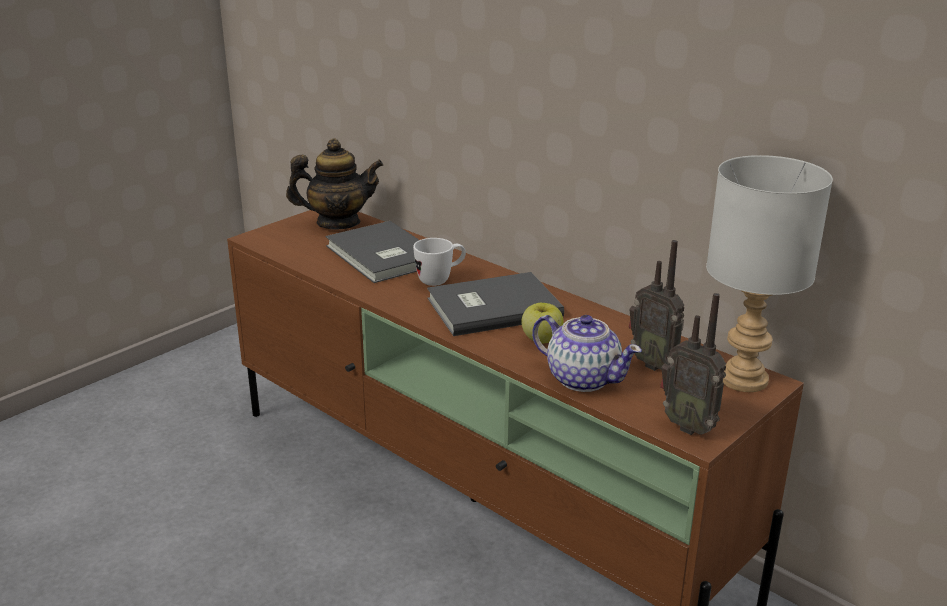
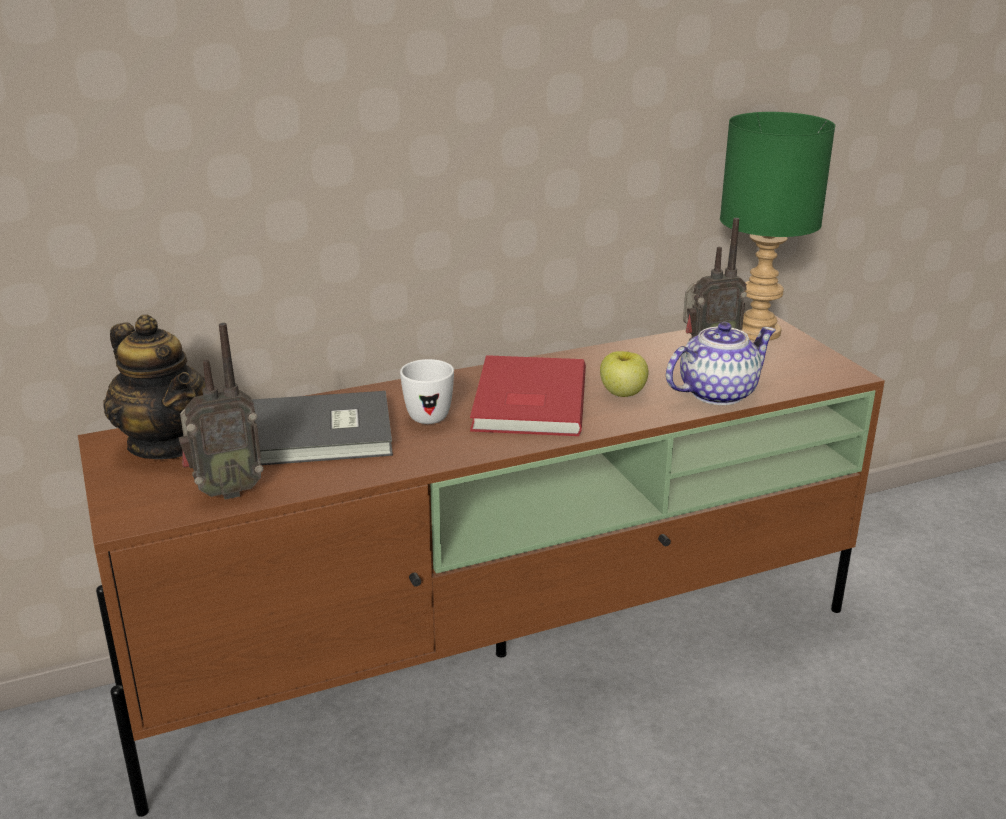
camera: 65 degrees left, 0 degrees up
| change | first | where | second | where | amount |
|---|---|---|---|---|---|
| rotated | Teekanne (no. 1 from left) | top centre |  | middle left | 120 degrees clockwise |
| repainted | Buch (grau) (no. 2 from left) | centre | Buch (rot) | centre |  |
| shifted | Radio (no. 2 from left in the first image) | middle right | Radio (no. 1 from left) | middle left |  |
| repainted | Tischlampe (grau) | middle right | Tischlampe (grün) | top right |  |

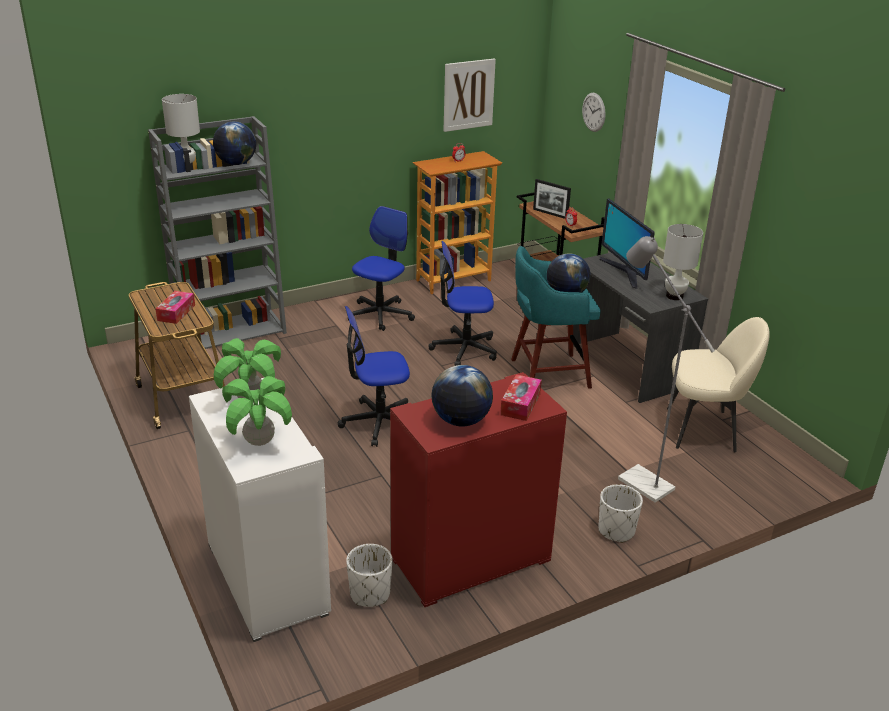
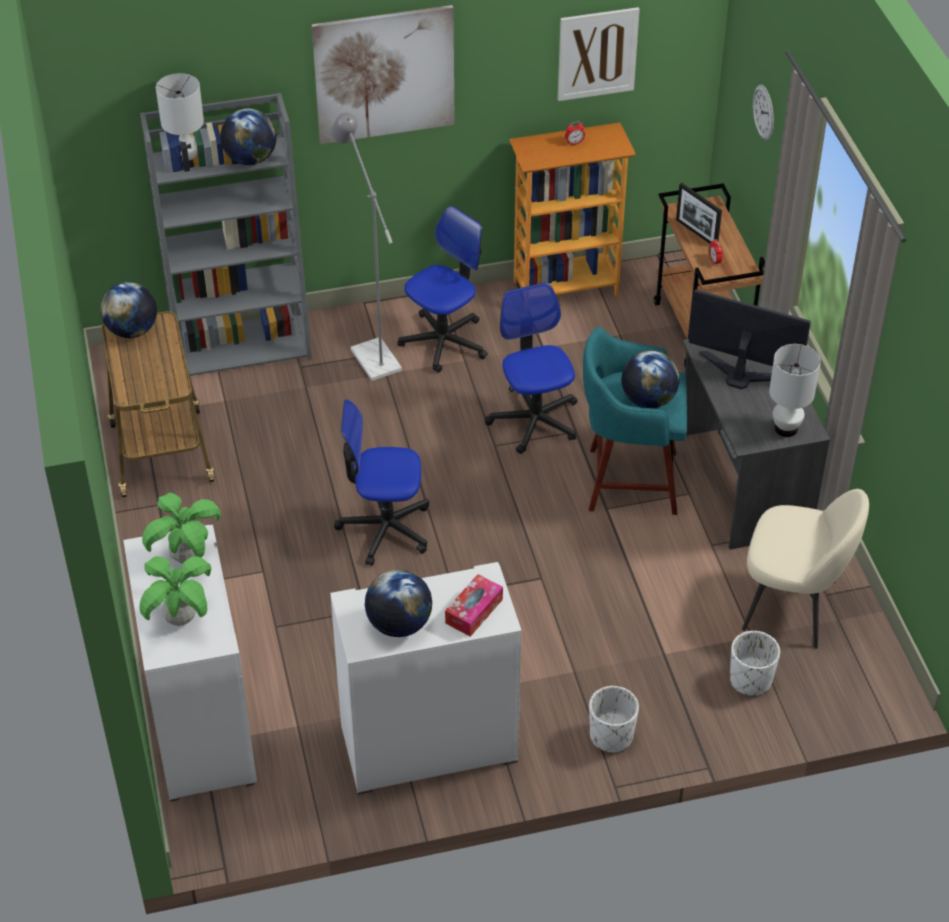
camera: 15 degrees right, 15 degrees up
| change | first | where | second | where | amount |
|---|---|---|---|---|---|
| gone | Taschentuchbox (no. 1 from left) | middle left |  |  |  |
| shifted | Pflanzkübel (weiß) (no. 1 from left in the first image) | bottom centre | Pflanzkübel (weiß) (no. 2 from left) | bottom right |  |
| repainted | Schrank (rot) | bottom centre | Schrank (weiß) (no. 2 from left) | bottom centre |  |
| rotated | Bürostuhl (no. 3 from left) | centre |  | centre | 60 degrees clockwise |
| rotated | Monitor | middle right |  | middle right | 120 degrees clockwise |
| shifted | Stehlampe (grau) | middle right |  | top centre |  |
| new |  |  | Globus (no. 1 from left) | middle left |  |
| new |  |  | Bild (no. 1 from left) | top centre |  |

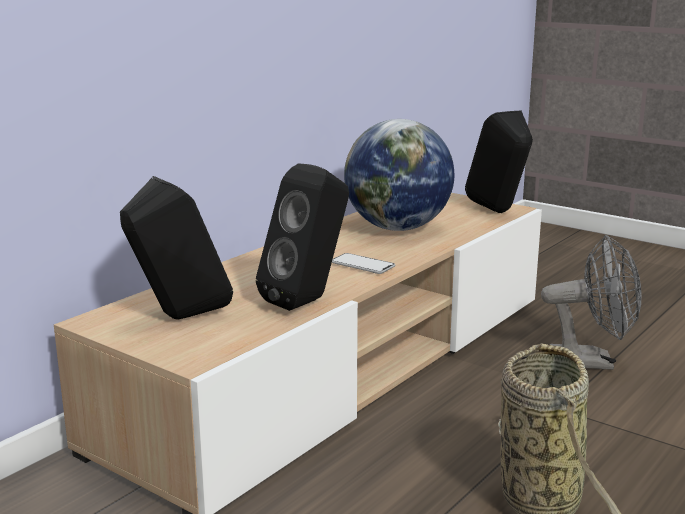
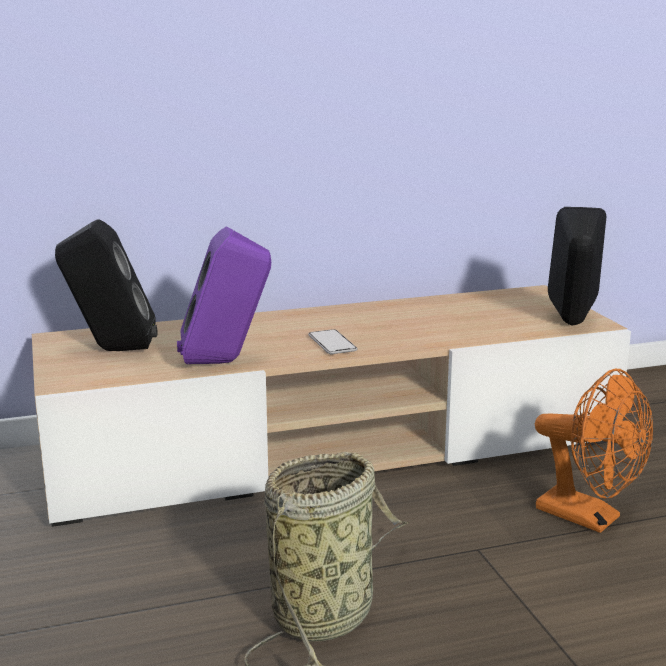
camera: 35 degrees right, 0 degrees up
| change | first | where | second | where | amount |
|---|---|---|---|---|---|
| repainted | Lautsprecher (schwarz) (no. 2 from left) | centre | Lautsprecher (lila) | centre |  |
| gone | Globus | centre |  |  |  |
| repainted | Ventilator (grau) | middle right | Ventilator (orange) | bottom right |  |

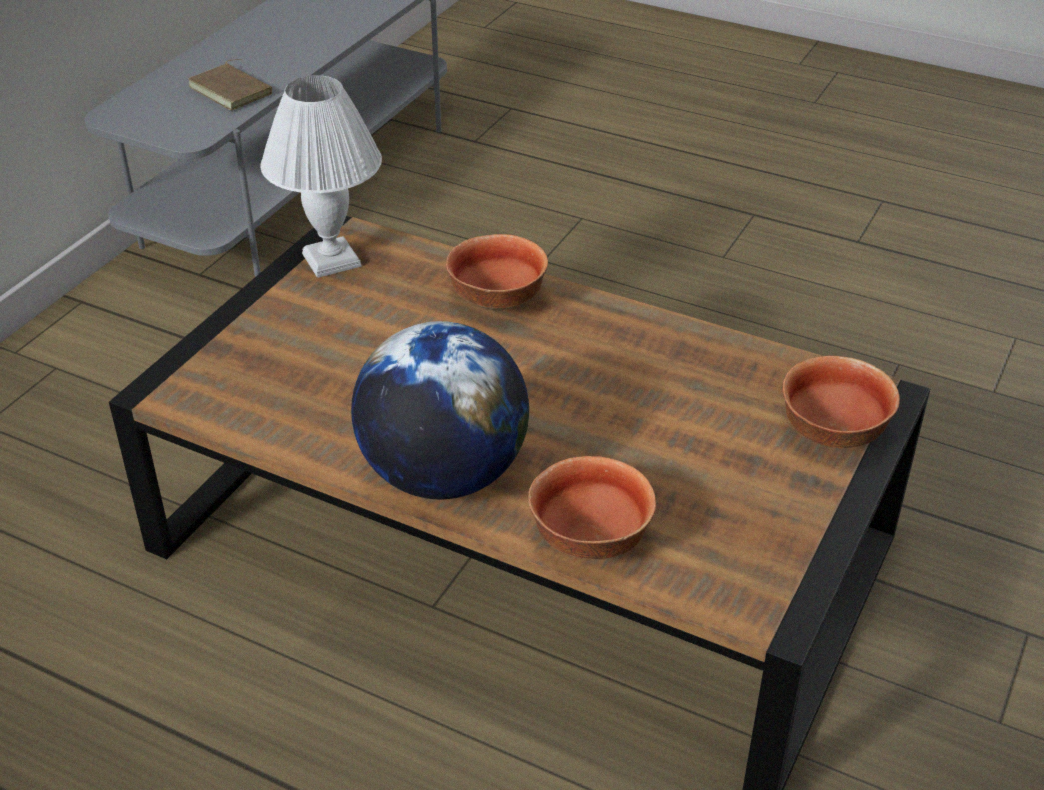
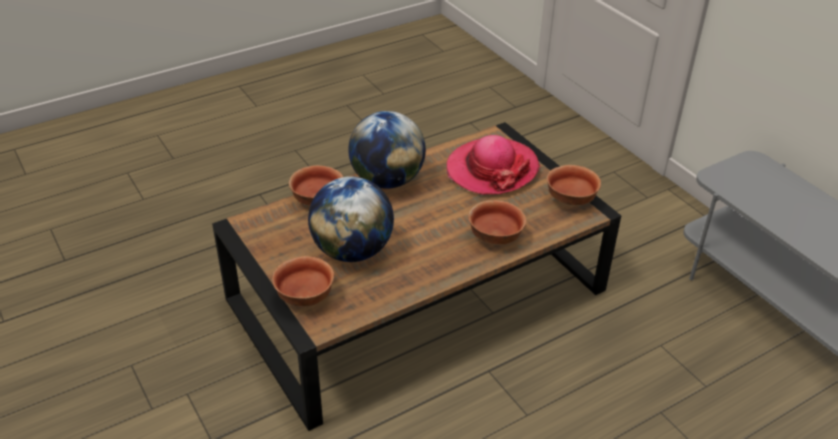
camera: 120 degrees right, 0 degrees up
| change | first | where | second | where | amount |
|---|---|---|---|---|---|
| gone | Buch (braun) | top left |  |  |  |
| swapped | Tischlampe (weiß) | top left | Schüssel (no. 4 from left) | middle right |  |
| new |  |  | Globus (no. 1 from left) | centre |  |
| new |  |  | Hut | centre |  |

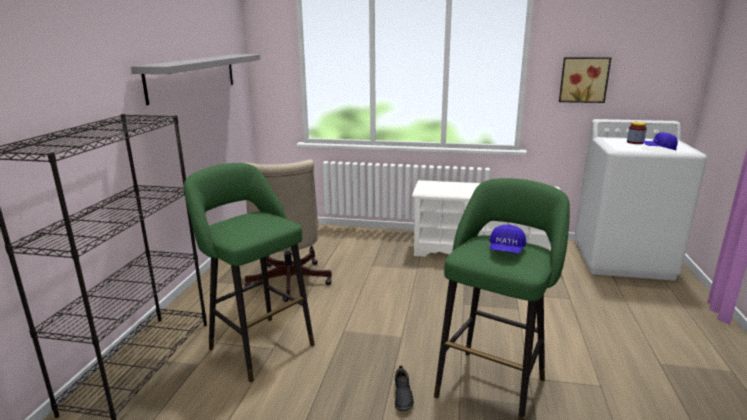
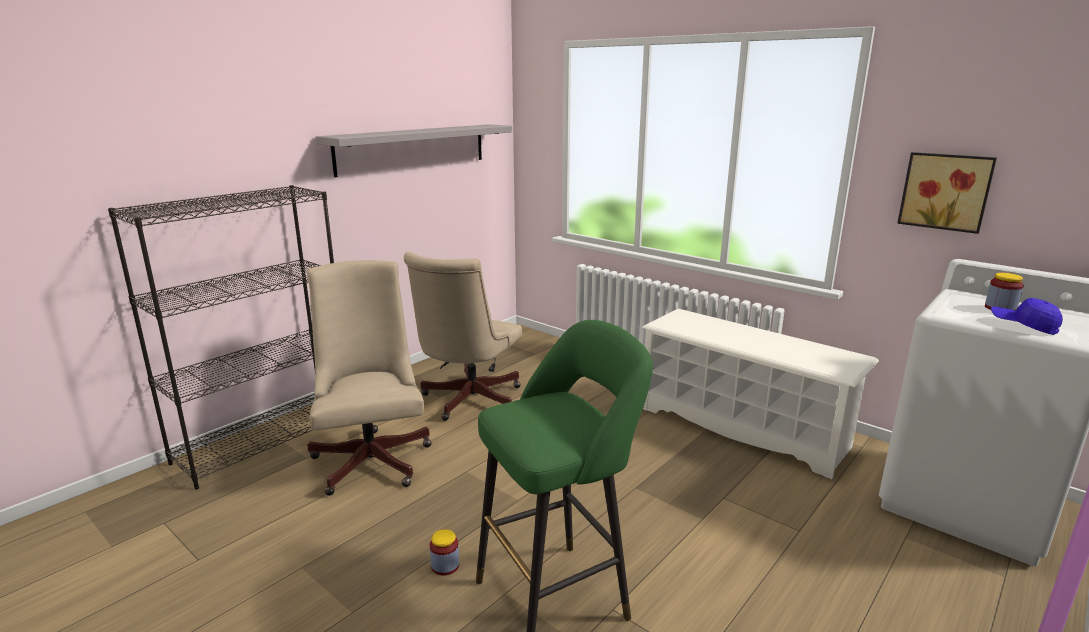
camera: 30 degrees right, 0 degrees up
| change | first | where | second | where | amount |
|---|---|---|---|---|---|
| swapped | Hocker (grün) (no. 1 from left) | centre | Bürostuhl (beige) (no. 1 from left) | centre |  |
| swapped | Schuh (schwarz) | bottom centre | Vorratsglas (no. 1 from left) | bottom centre |  |
| gone | Kappe (blau) (no. 1 from left) | middle right |  |  |  |

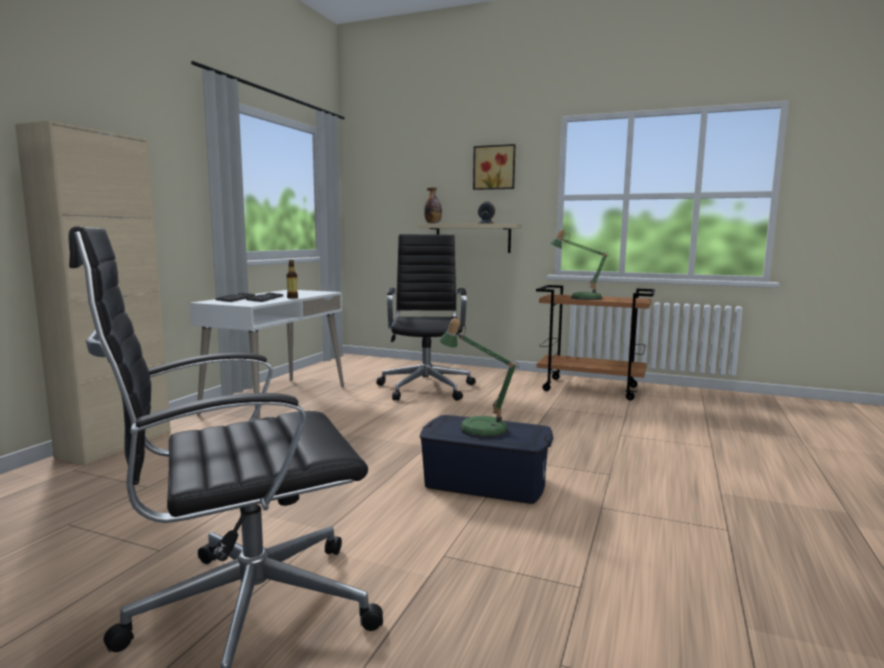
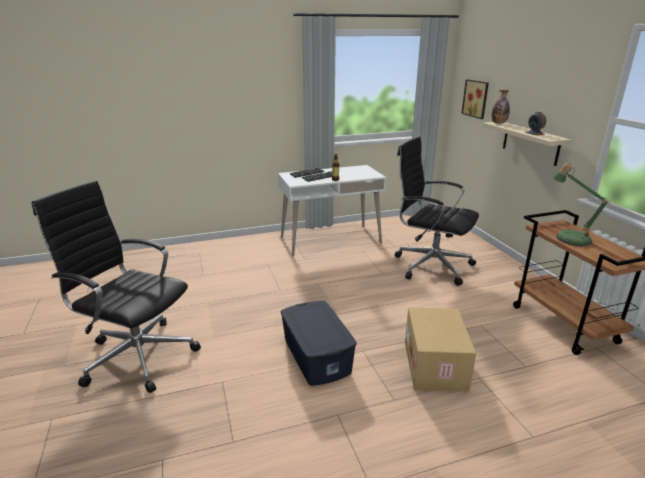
camera: 50 degrees right, 15 degrees up
| change | first | where | second | where | amount |
|---|---|---|---|---|---|
| gone | Schrank (beige) | middle left |  |  |  |
| rotated | Bürostuhl (schwarz) (no. 2 from left) | centre |  | middle right | 105 degrees counterclockwise |
| gone | Tischlampe (no. 1 from left) | centre |  |  |  |
| shifted | Bild | top centre |  | top right |  |
| new |  |  | Karton | bottom right |  |

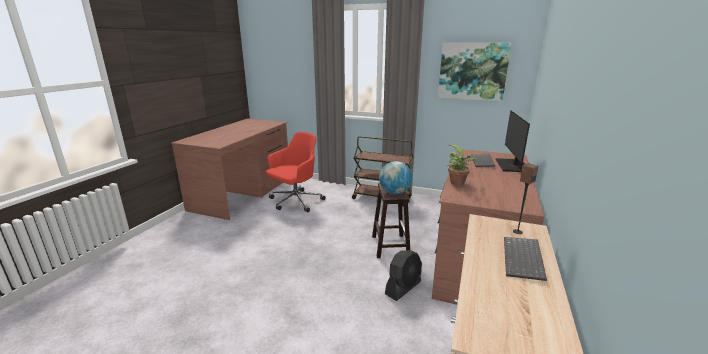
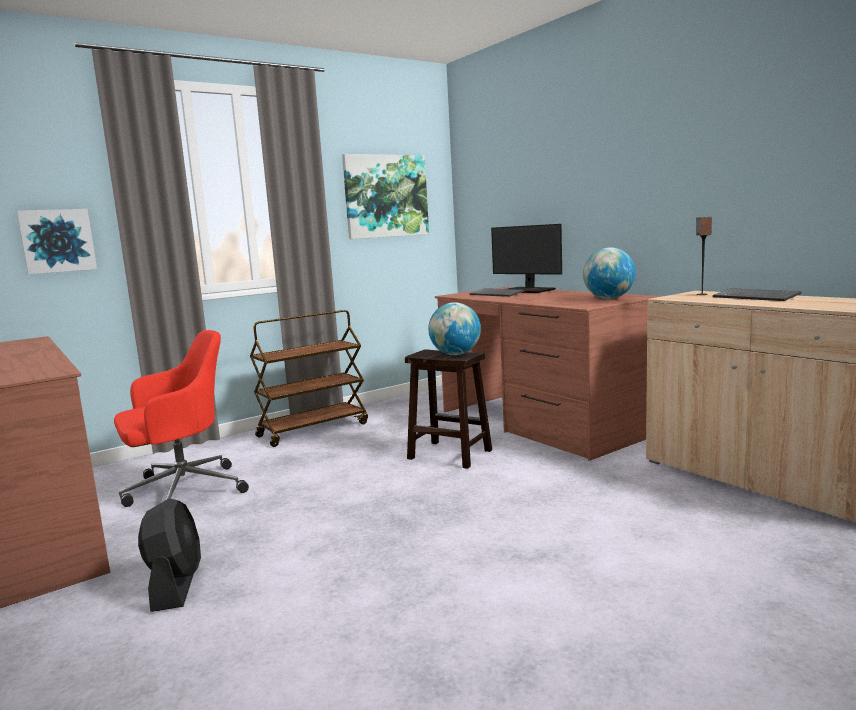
camera: 55 degrees left, 10 degrees down
| change | first | where | second | where | amount |
|---|---|---|---|---|---|
| rotated | Bürostuhl (rot) | centre |  | middle left | 75 degrees clockwise |
| shifted | Ventilator (schwarz) | bottom centre |  | bottom left |  |
| gone | Topfpflanze | centre |  |  |  |
| new |  |  | Bild (no. 1 from left) | middle left |  |
| new |  |  | Globus (no. 2 from left) | middle right |  |

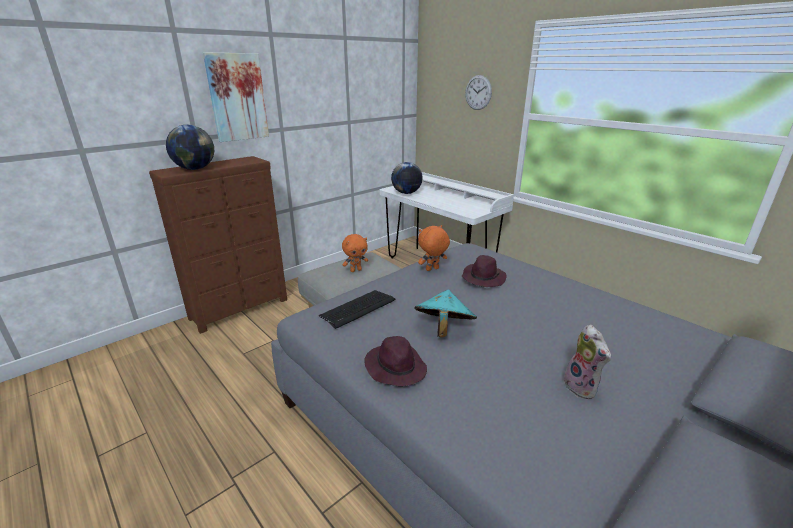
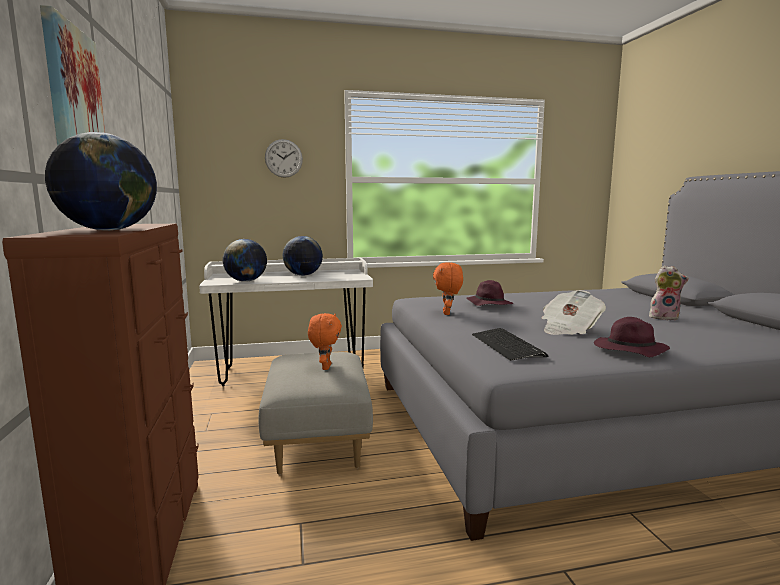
camera: 60 degrees left, 15 degrees down
| change | first | where | second | where | amount |
|---|---|---|---|---|---|
| swapped | Hut (türkis) | centre | Zeitung | middle right |  |
| new |  |  | Globus (no. 3 from left) | centre |  |

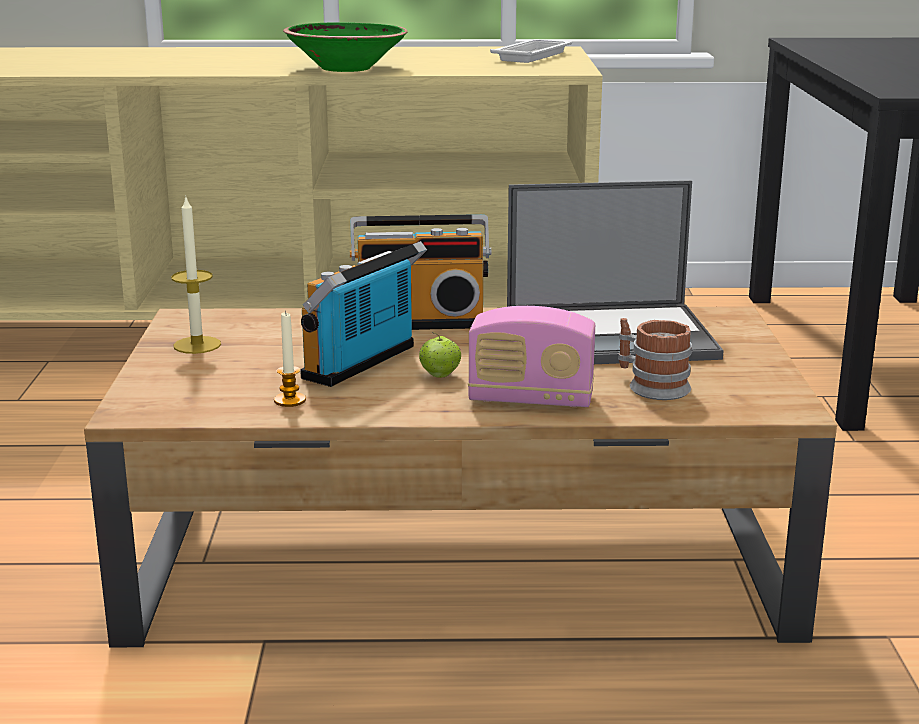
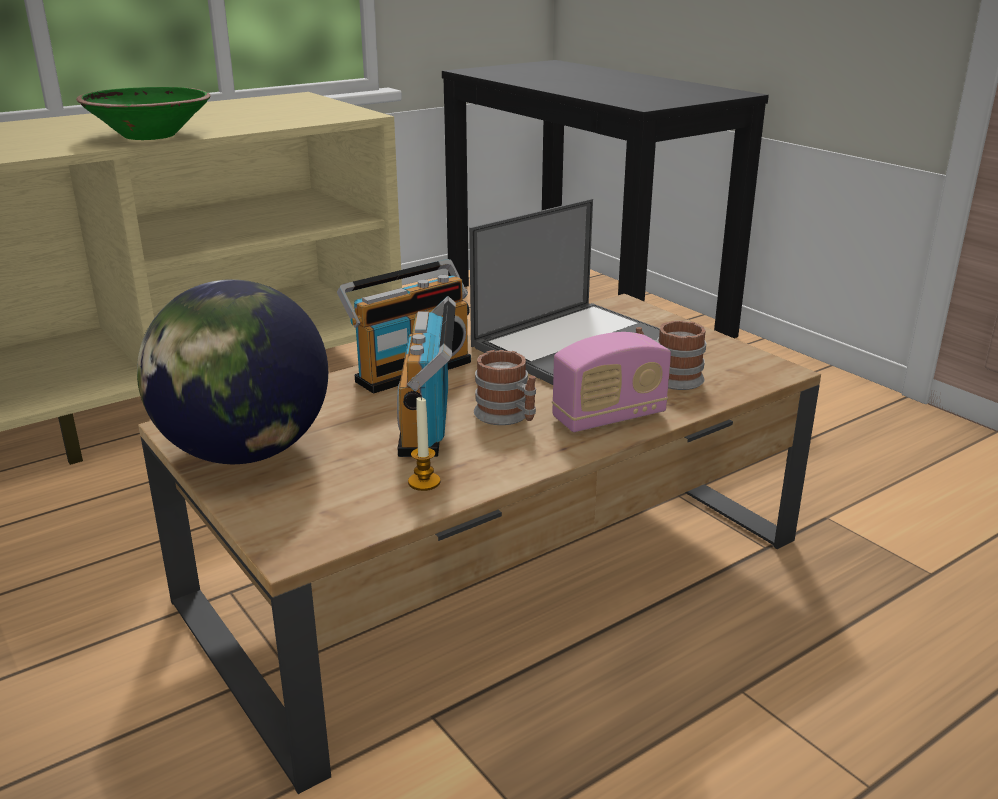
camera: 35 degrees left, 5 degrees up
| change | first | where | second | where | amount |
|---|---|---|---|---|---|
| swapped | Kerze (no. 1 from left) | middle left | Globus | middle left |  |
| swapped | Apfel | centre | Henkelbecher (no. 1 from left) | centre |  |
| gone | Tablett (weiß) | top centre |  |  |  |

